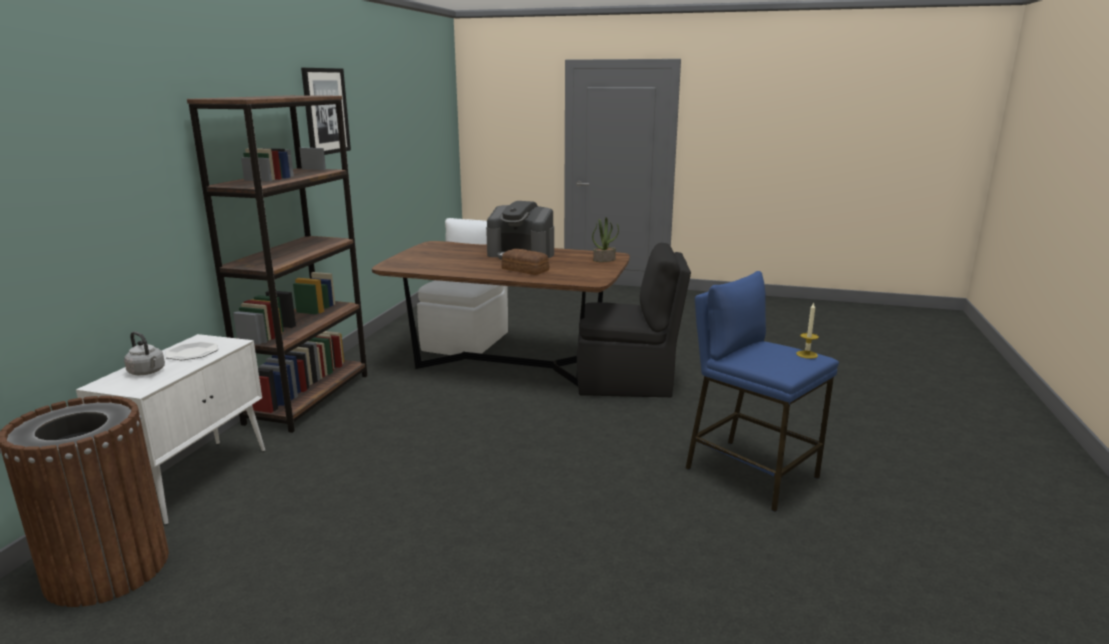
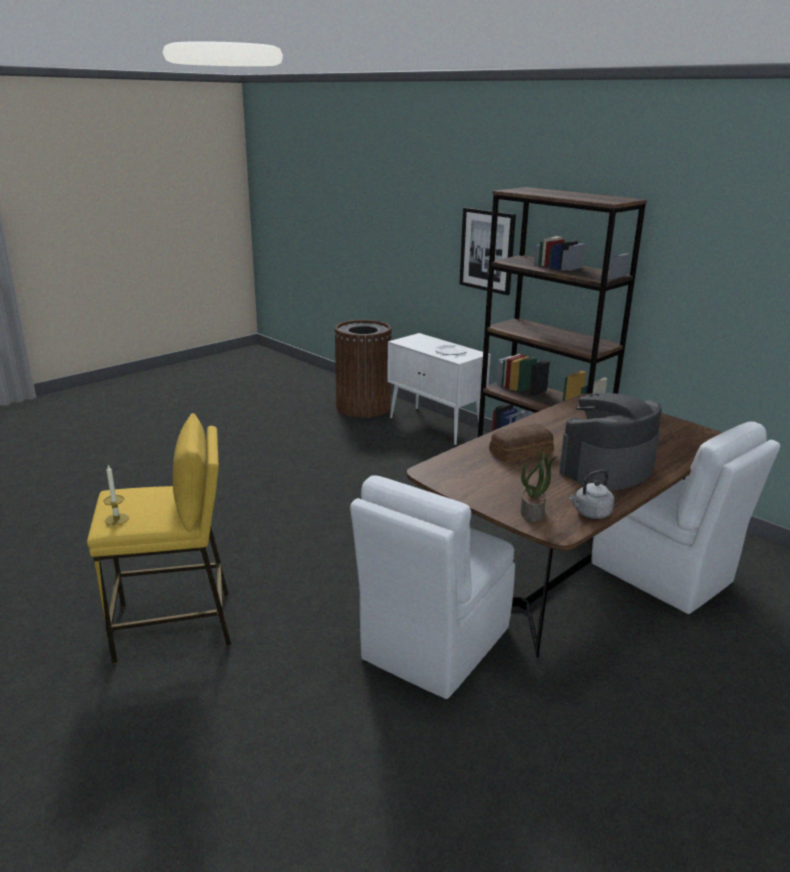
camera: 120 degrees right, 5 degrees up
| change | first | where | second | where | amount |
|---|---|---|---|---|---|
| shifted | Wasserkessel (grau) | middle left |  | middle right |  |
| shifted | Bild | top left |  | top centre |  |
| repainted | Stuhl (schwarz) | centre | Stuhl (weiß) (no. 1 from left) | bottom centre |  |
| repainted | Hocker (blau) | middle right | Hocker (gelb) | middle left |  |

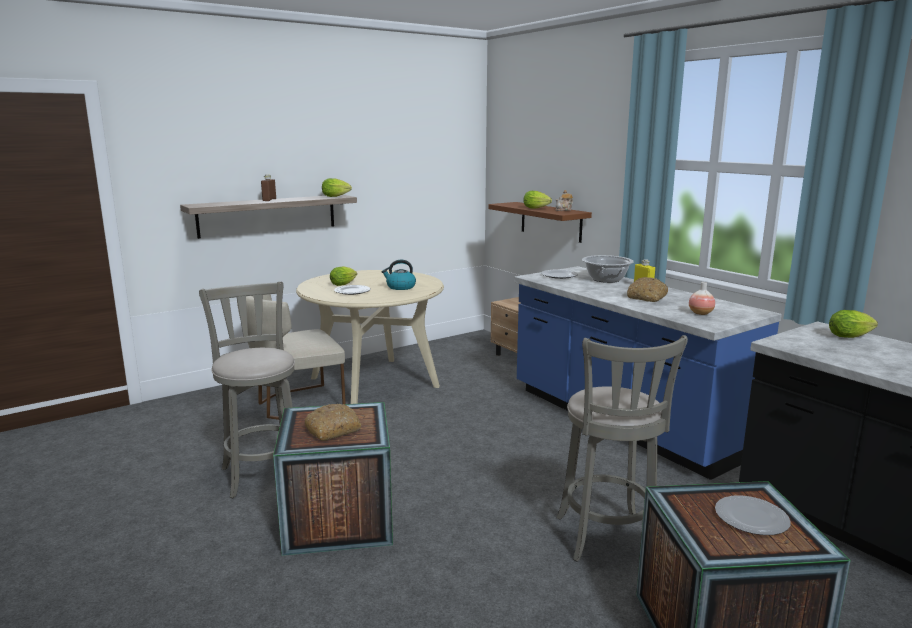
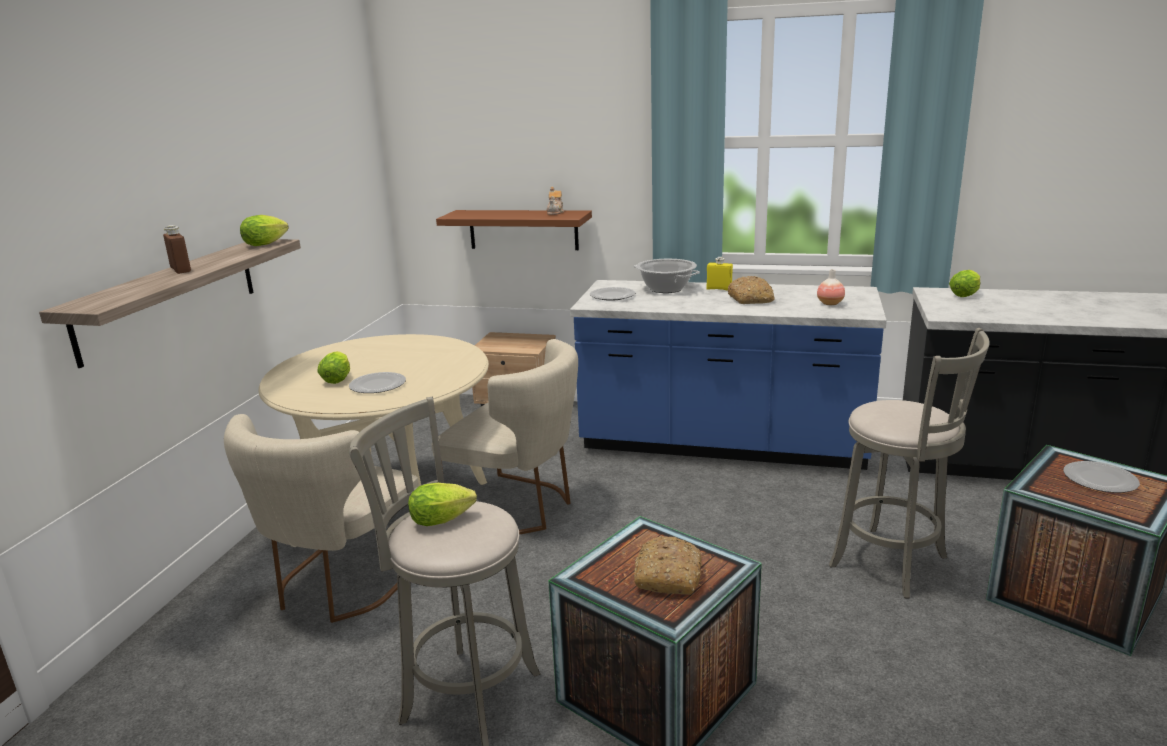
camera: 40 degrees left, 5 degrees up
| change | first | where | second | where | amount |
|---|---|---|---|---|---|
| gone | Wasserkessel | centre |  |  |  |
| shifted | Salatkopf (no. 3 from left) | top centre |  | bottom centre |  |
| new |  |  | Stuhl (beige) (no. 2 from left) | centre |  |

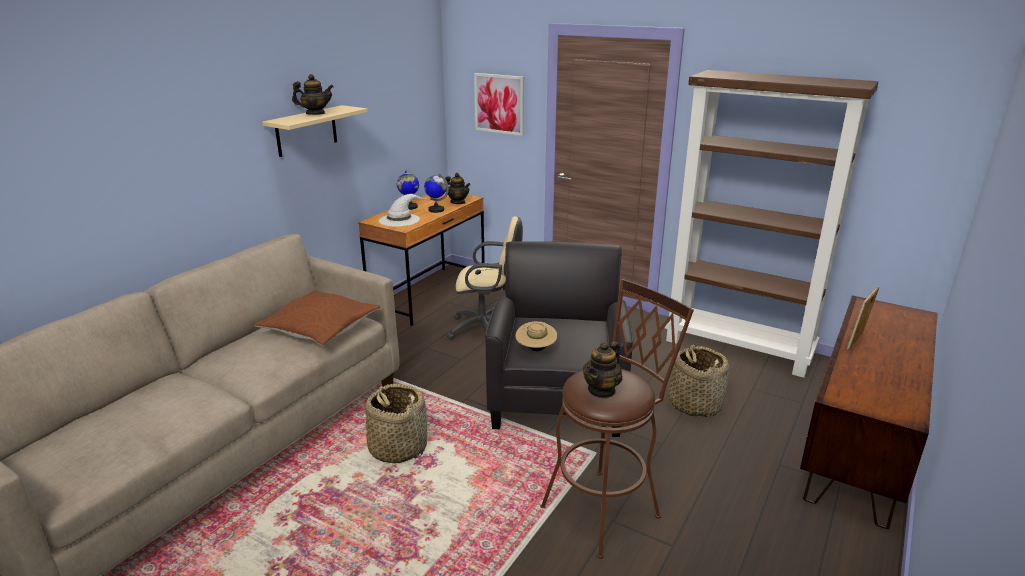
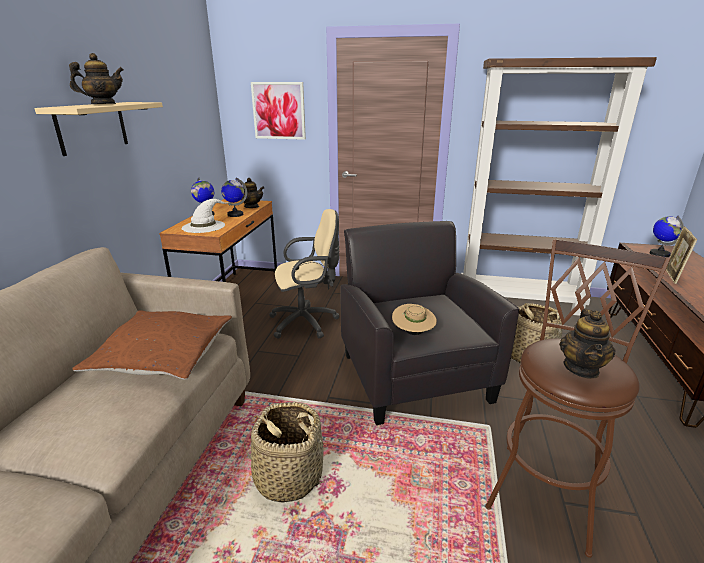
camera: 20 degrees left, 0 degrees up
| change | first | where | second | where | amount |
|---|---|---|---|---|---|
| new |  |  | Globus (no. 3 from left) | middle right |  |

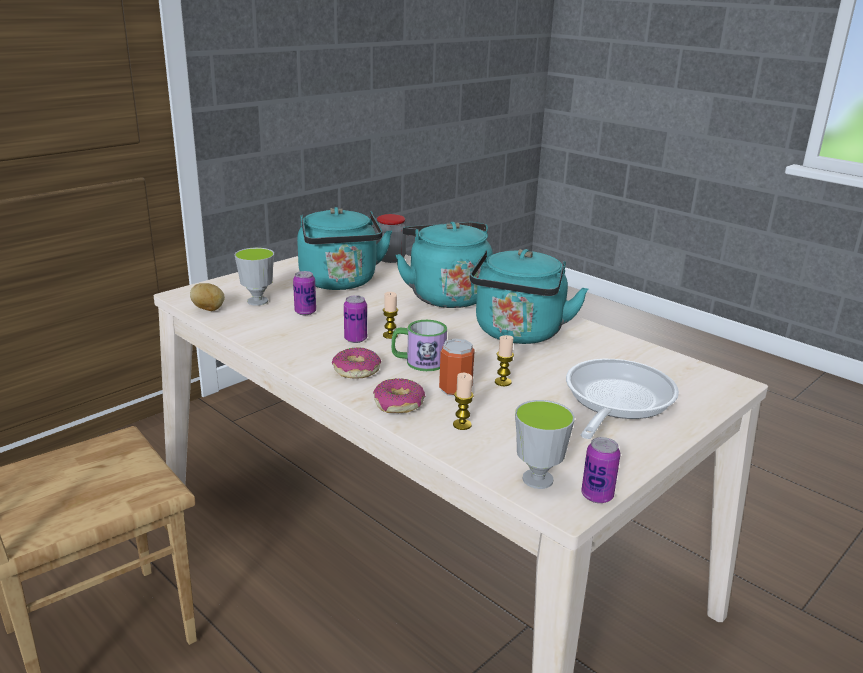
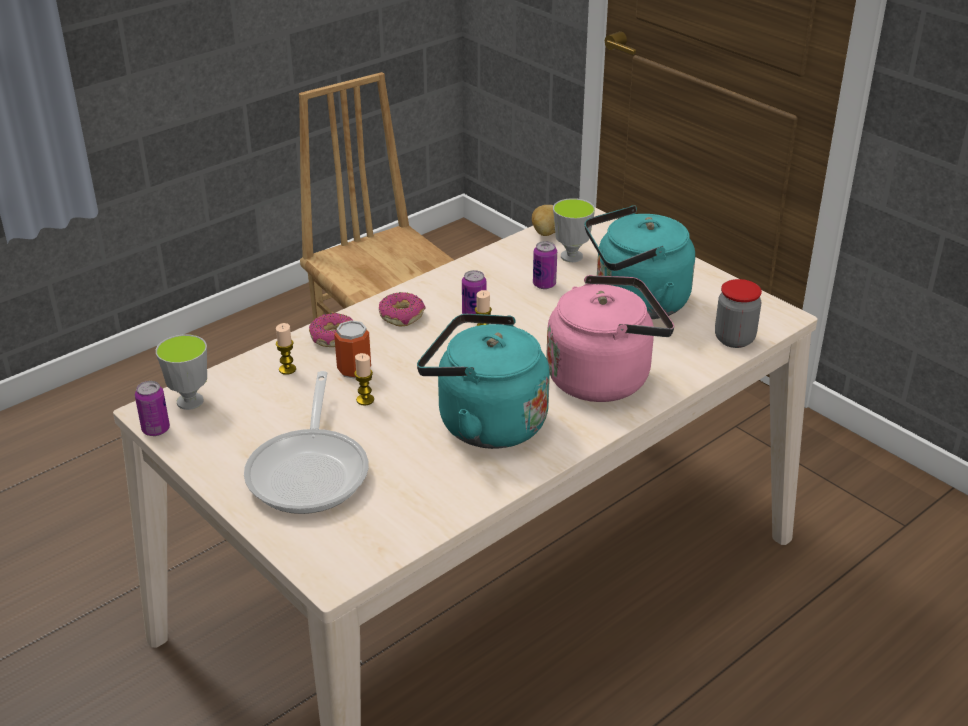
camera: 95 degrees right, 10 degrees up
| change | first | where | second | where | amount |
|---|---|---|---|---|---|
| gone | Henkelbecher | centre |  |  |  |
| repainted | Wasserkessel (türkis) (no. 2 from left) | centre | Wasserkessel (rosa) | centre |  |
| rotated | Pfanne | middle right |  | middle left | 60 degrees clockwise |

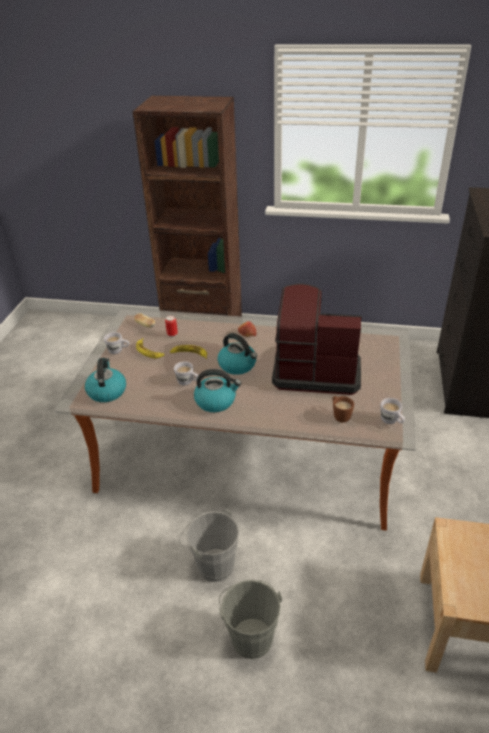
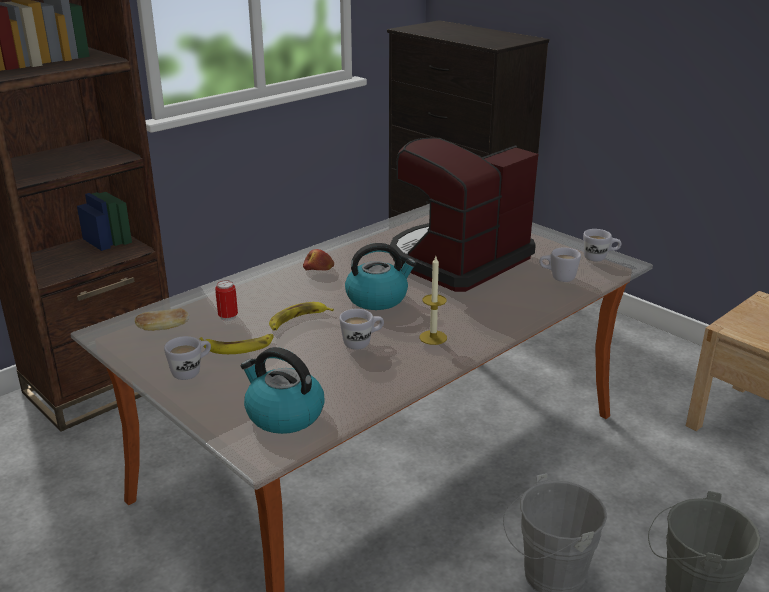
camera: 55 degrees left, 10 degrees down
| change | first | where | second | where | amount |
|---|---|---|---|---|---|
| swapped | Wasserkessel (no. 2 from left) | centre | Kerze | centre |  |
| repainted | Henkelbecher (braun) | middle right | Henkelbecher (weiß) (no. 3 from left) | middle right |  |

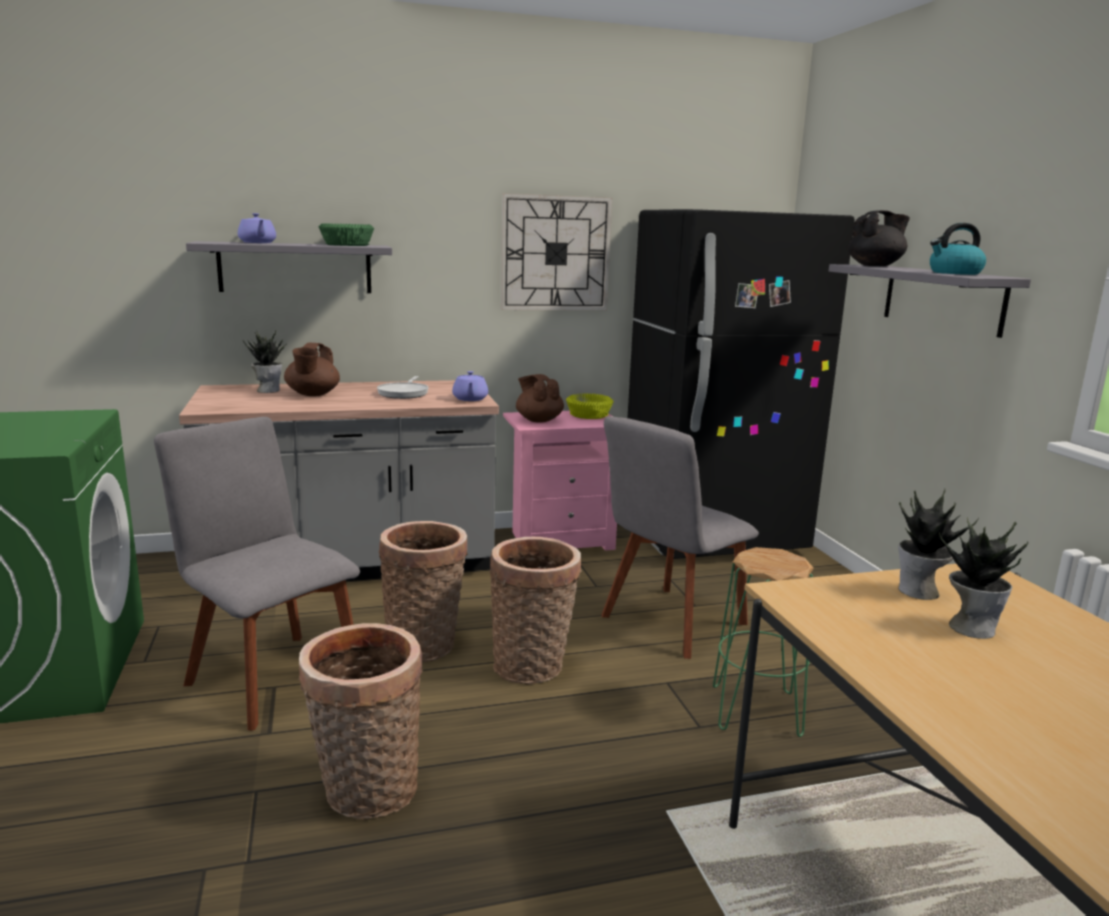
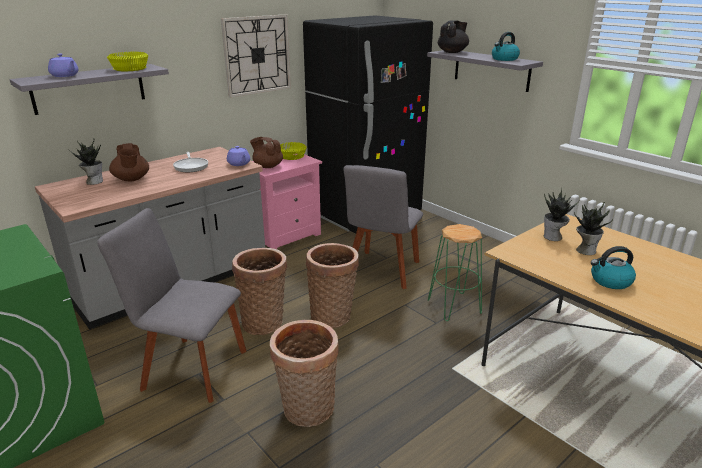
camera: 25 degrees left, 10 degrees up
| change | first | where | second | where | amount |
|---|---|---|---|---|---|
| repainted | Schüssel (grün) | top left | Schüssel (gelb) (no. 1 from left) | top left |  |
| new |  |  | Wasserkessel (no. 2 from left) | middle right |  |

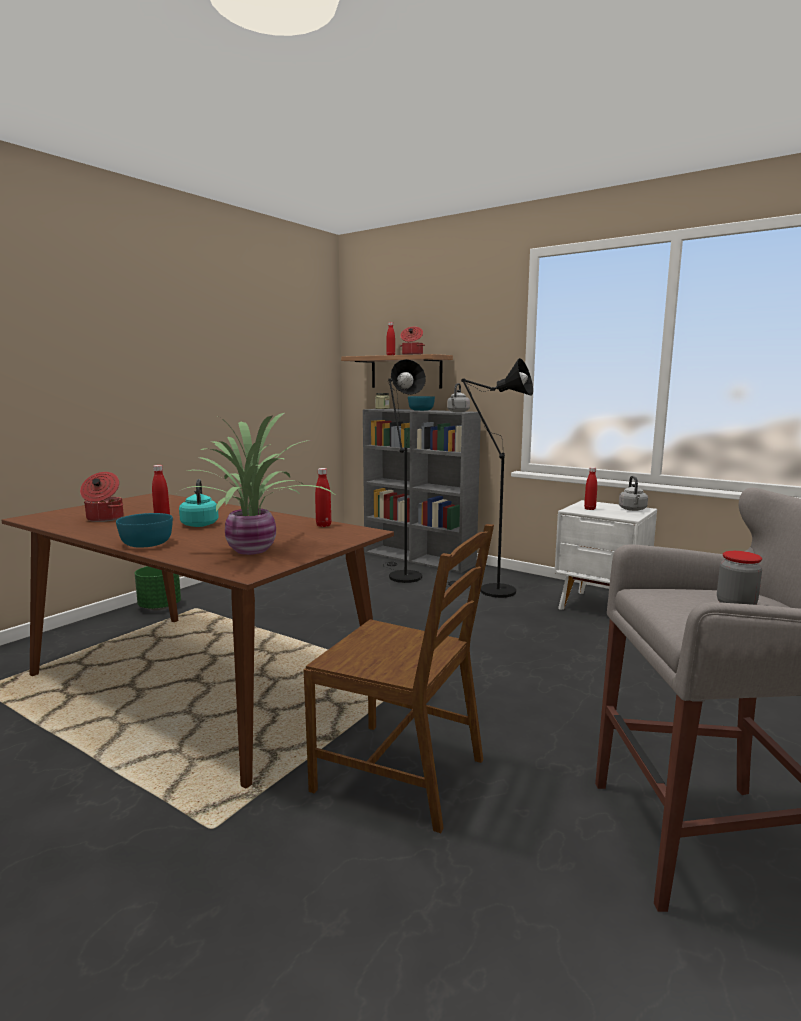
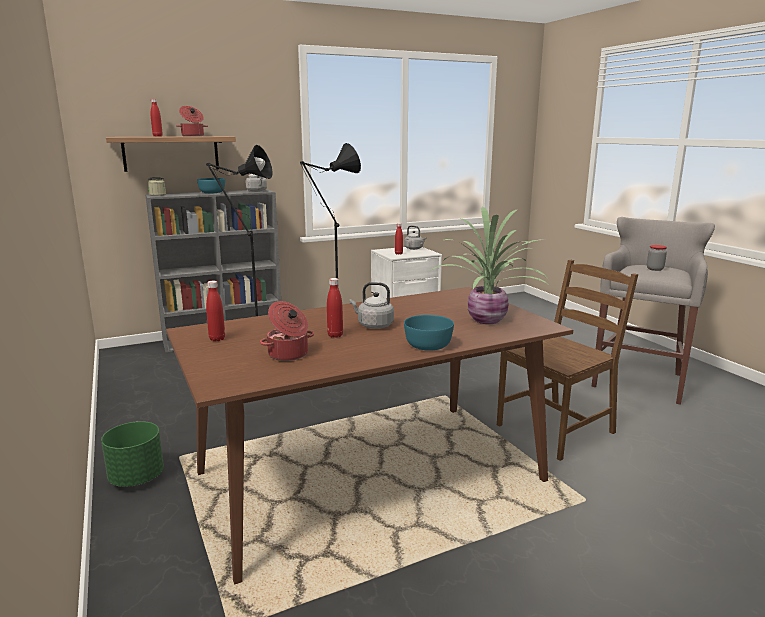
camera: 60 degrees left, 5 degrees up
| change | first | where | second | where | amount |
|---|---|---|---|---|---|
| repainted | Wasserkessel (türkis) | middle left | Wasserkessel (grau) (no. 2 from left) | centre |  |
| shifted | Flasche (rot) (no. 2 from left) | centre |  | middle left |  |

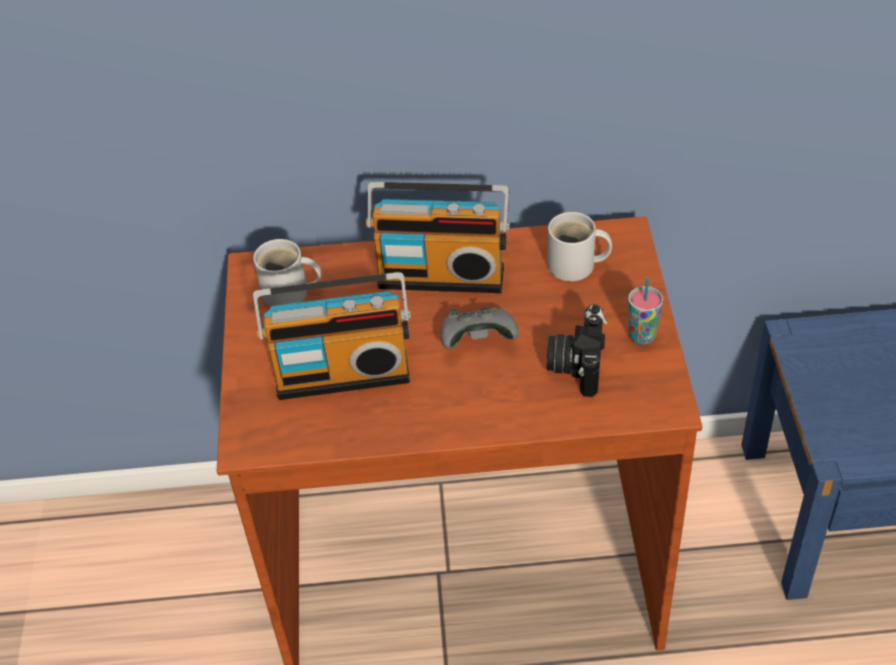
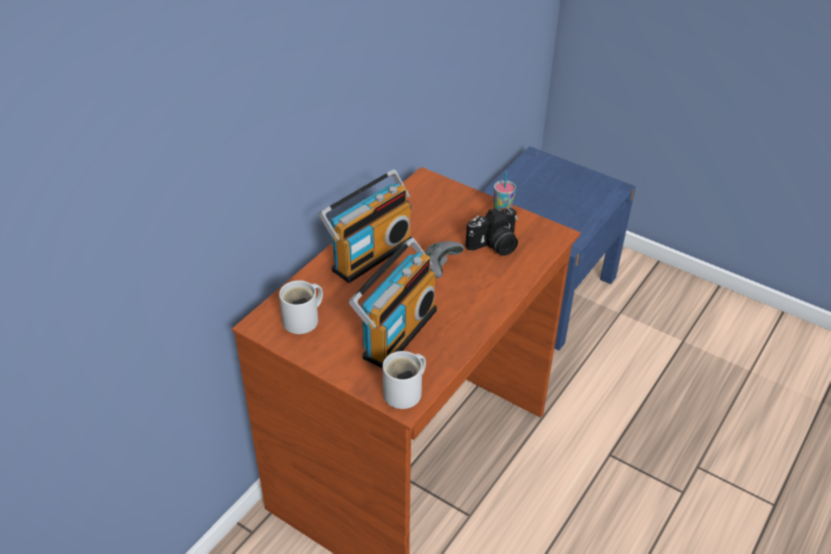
camera: 55 degrees left, 5 degrees down
| change | first | where | second | where | amount |
|---|---|---|---|---|---|
| rotated | Kamera | centre |  | centre | 75 degrees counterclockwise |
| shifted | Henkelbecher (weiß) (no. 2 from left) | centre |  | bottom centre |  |

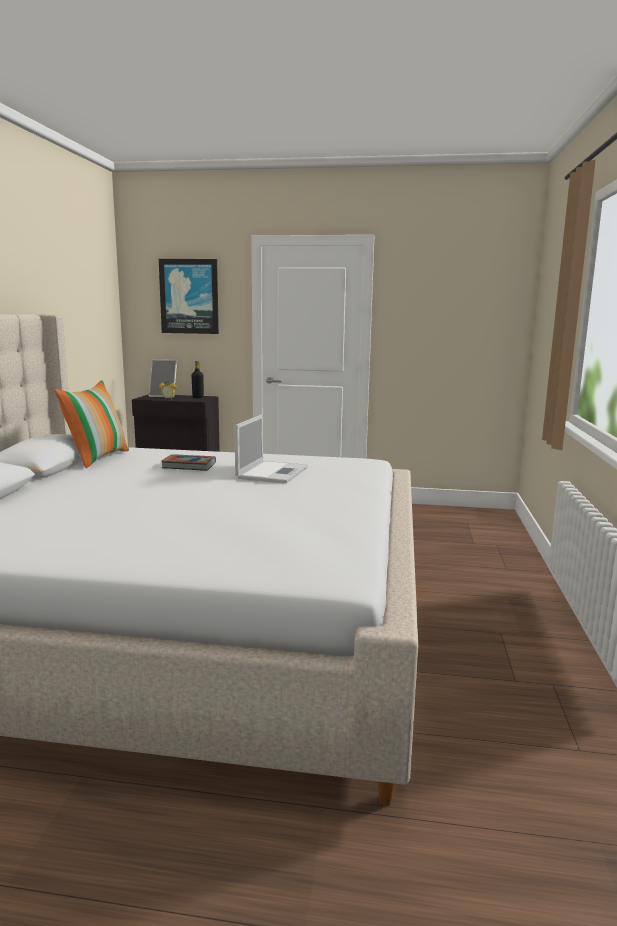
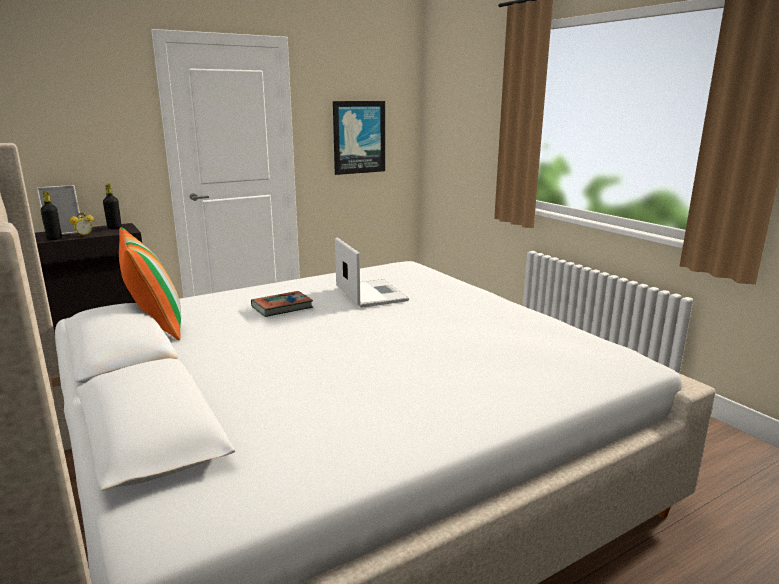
camera: 40 degrees left, 5 degrees up
| change | first | where | second | where | amount |
|---|---|---|---|---|---|
| shifted | Bild | top left |  | top centre |  |
| new |  |  | Flasche (schwarz) (no. 1 from left) | middle left |  |

